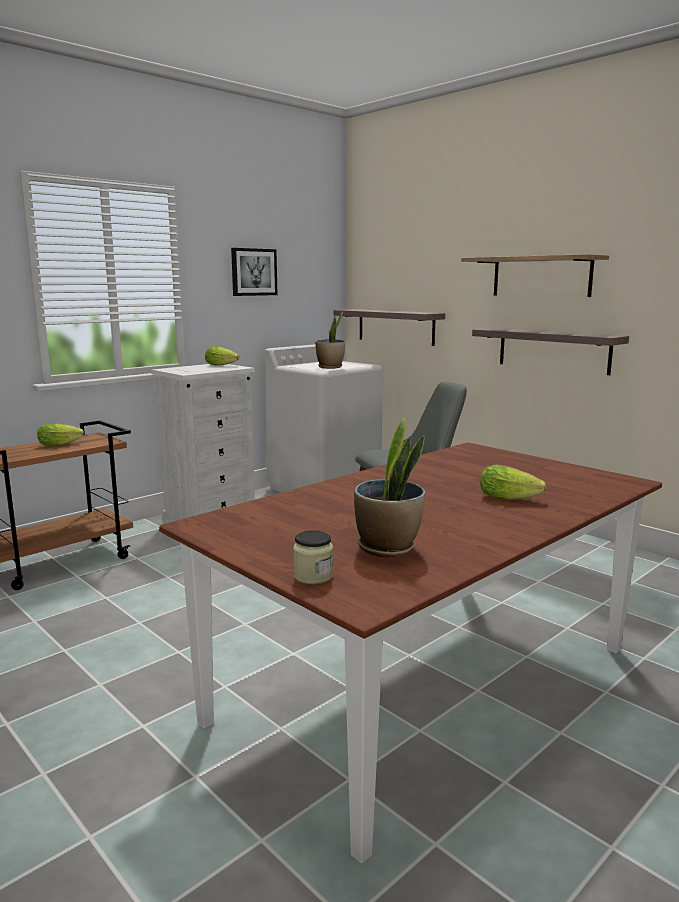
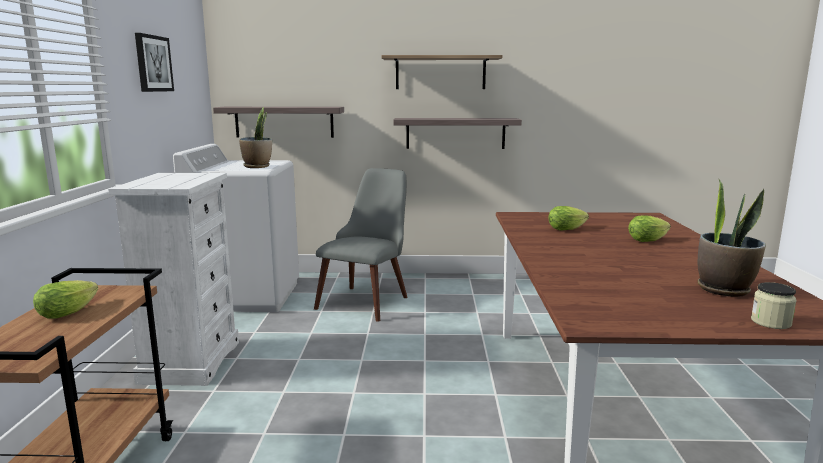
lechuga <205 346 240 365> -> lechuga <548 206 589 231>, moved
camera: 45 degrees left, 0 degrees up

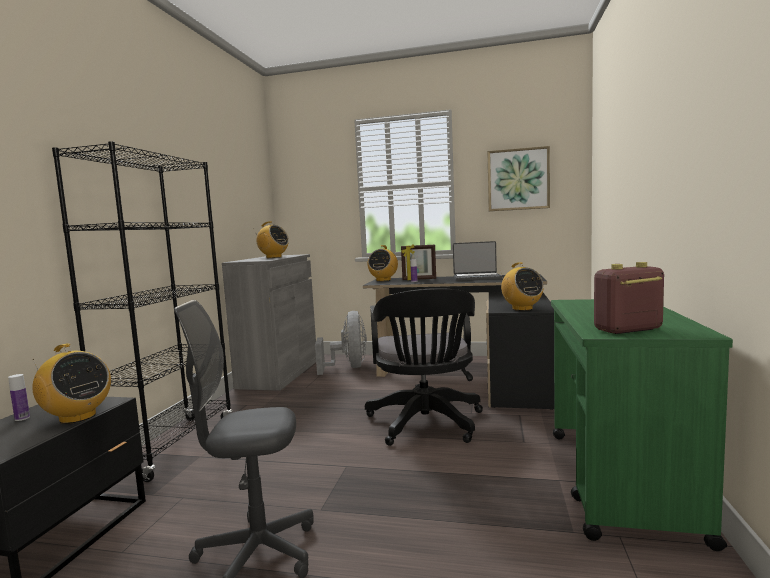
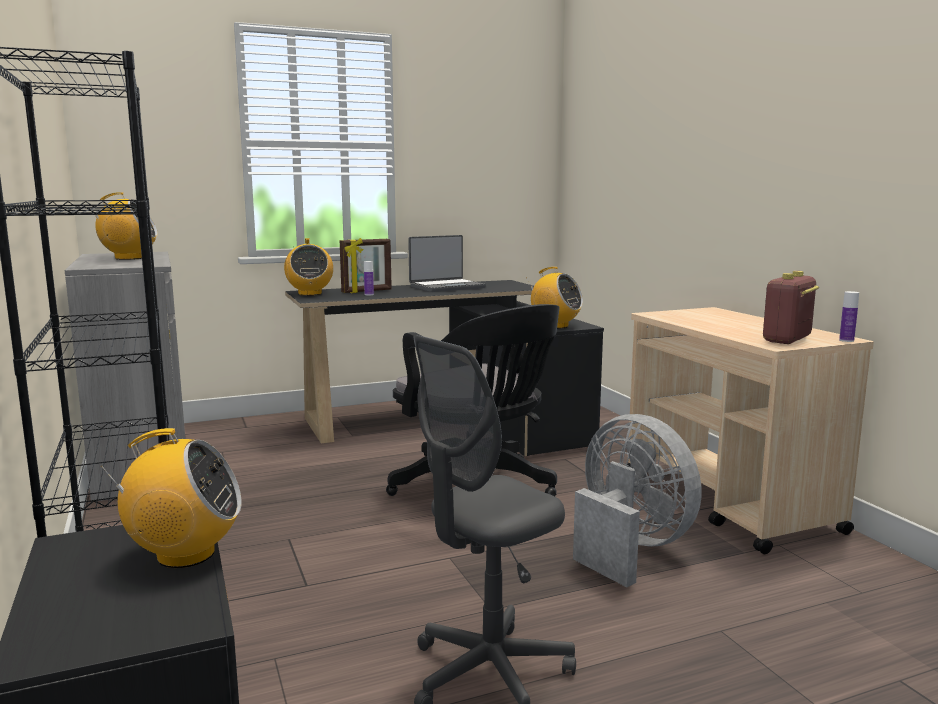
cuadro <487 146 550 211> -> none
botella <8 374 30 421> -> botella <839 291 859 342>, moved
ventilador (gris) <315 311 367 375> -> ventilador (gris) <573 414 702 587>, moved
carrito (verde) <551 299 733 551> -> carrito (beis) <627 307 874 554>
camera: 35 degrees left, 5 degrees up

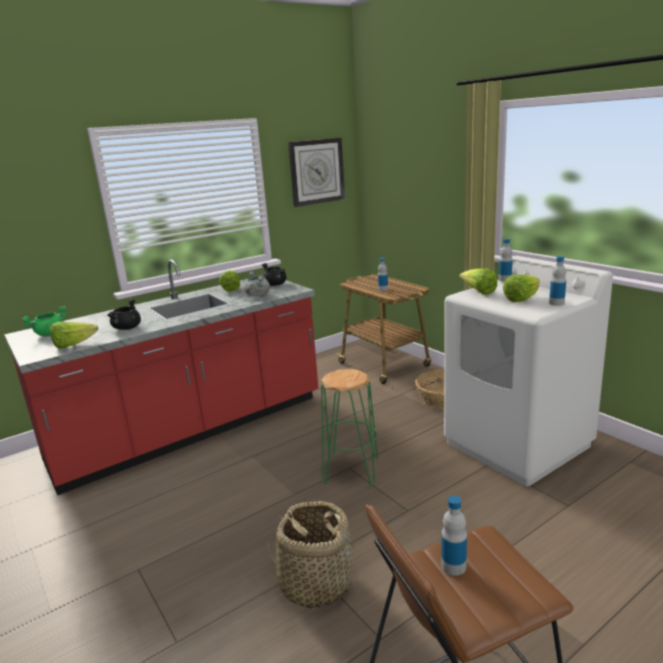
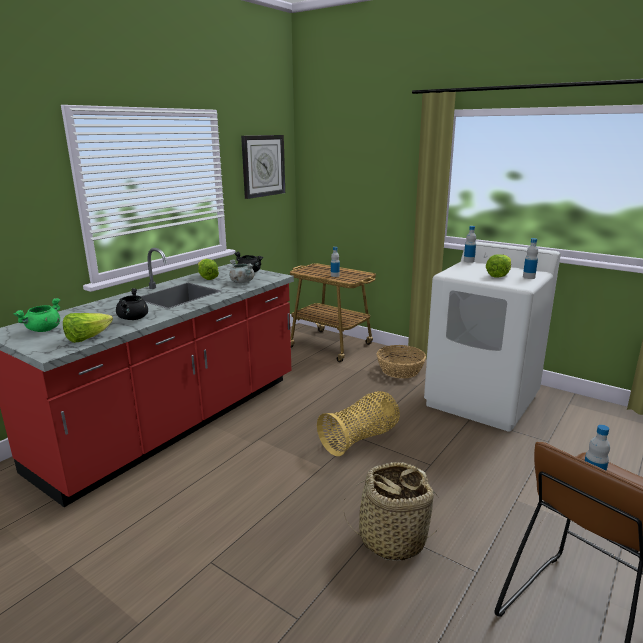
lechuga <459 268 497 295> -> none
taburete (verde) <321 369 378 486> -> cesta <317 391 400 456>
camera: 20 degrees left, 0 degrees up

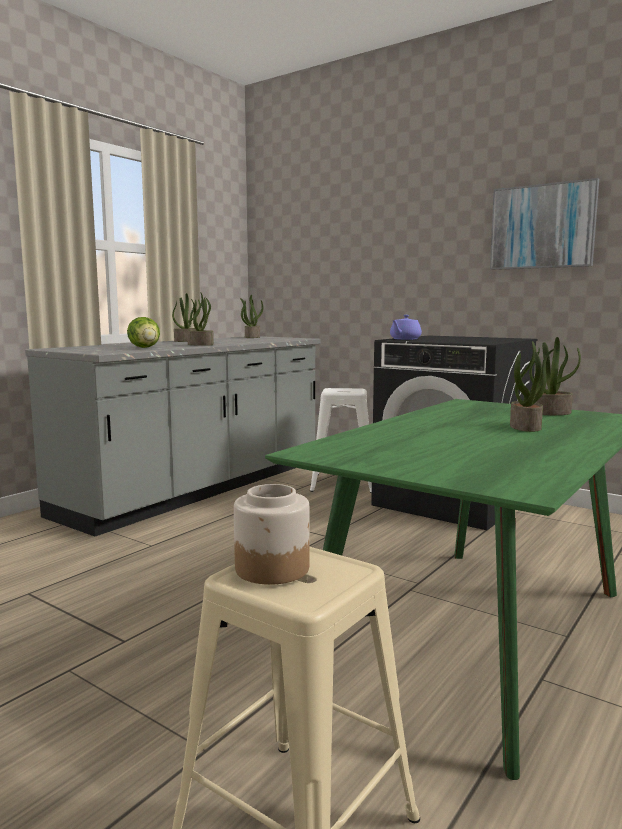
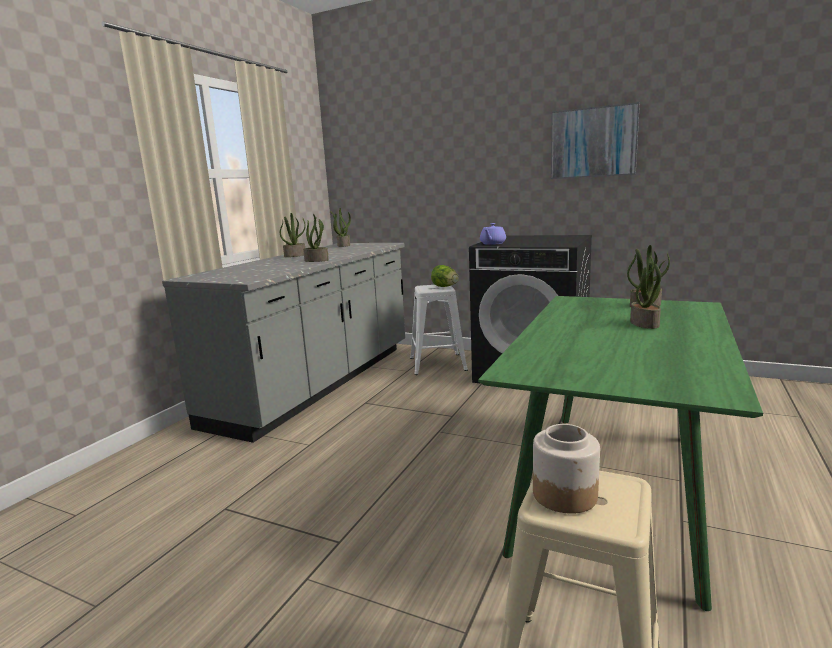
lechuga <127 317 160 348> -> lechuga <431 265 459 287>, moved
camera: 10 degrees left, 5 degrees up

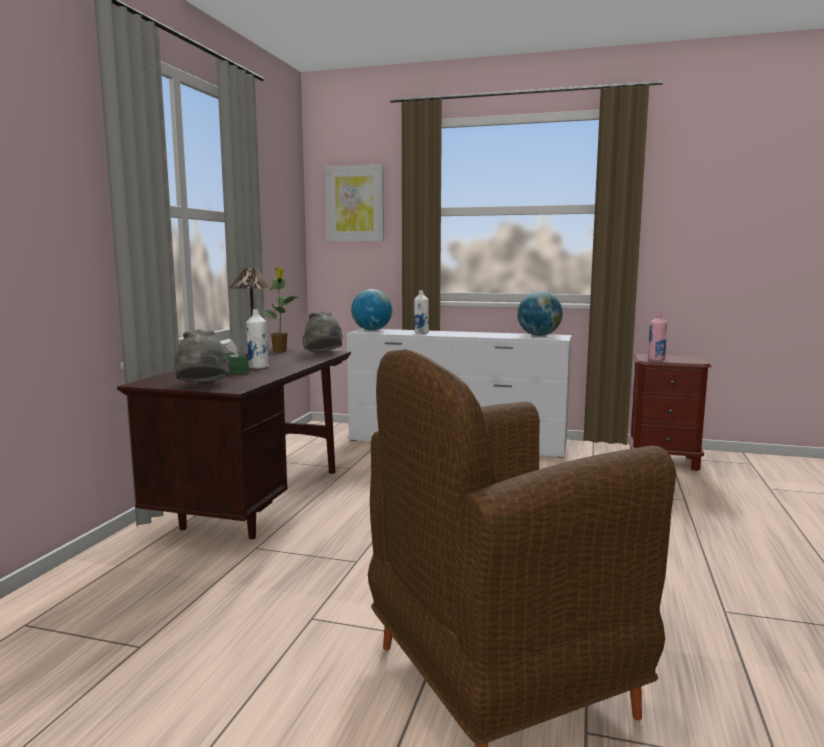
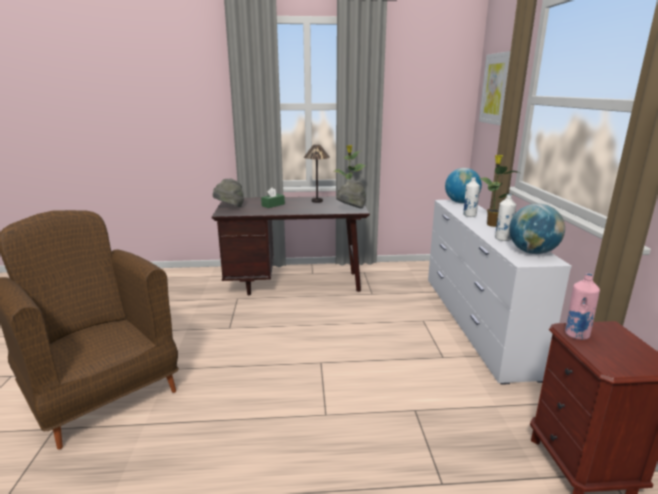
none -> planta en maceta <479 155 519 227>
botella (blanco) <246 309 269 369> -> botella (blanco) <495 194 516 241>, moved
camera: 70 degrees right, 10 degrees up

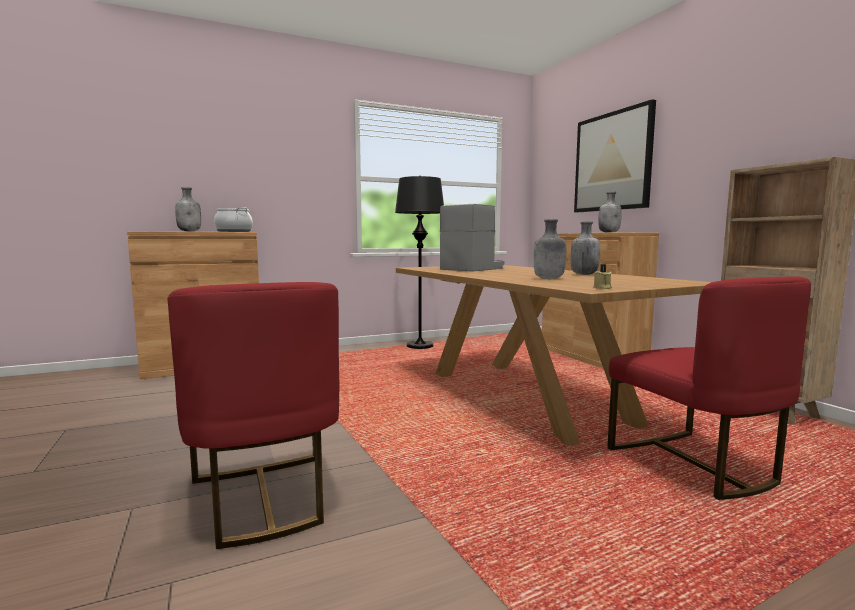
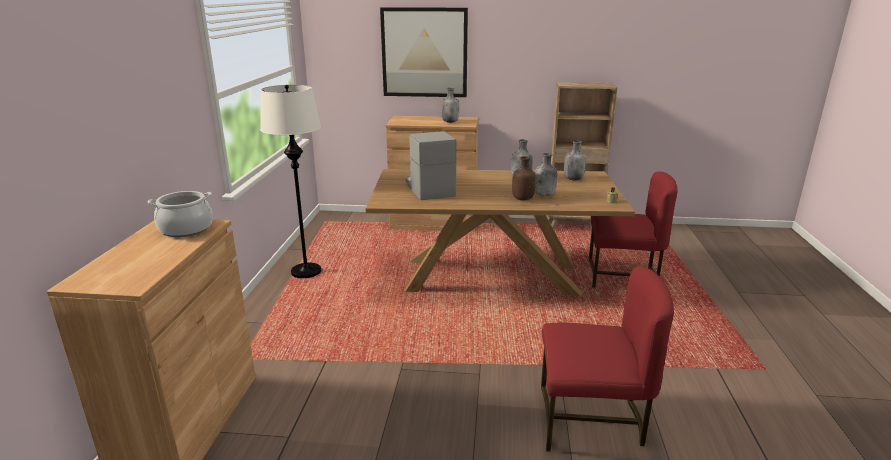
none -> botella (marrón) <512 156 536 201>
botella (gris) <175 187 201 231> -> botella (gris) <564 140 586 180>, moved
lámpara de pie (negro) <395 176 444 349> -> lámpara de pie (blanco) <260 85 321 278>
camera: 60 degrees left, 15 degrees up

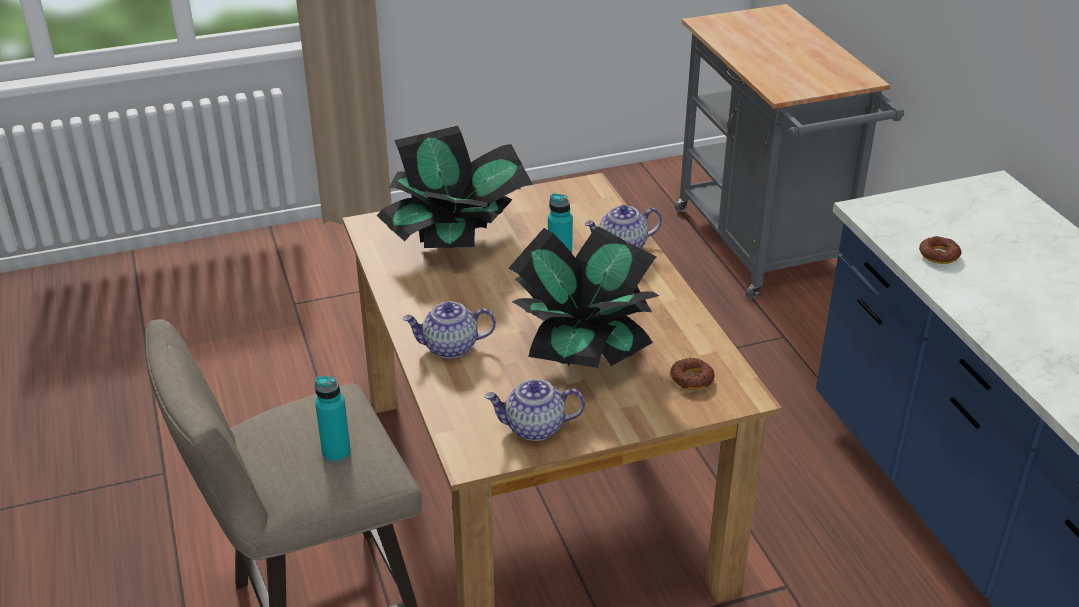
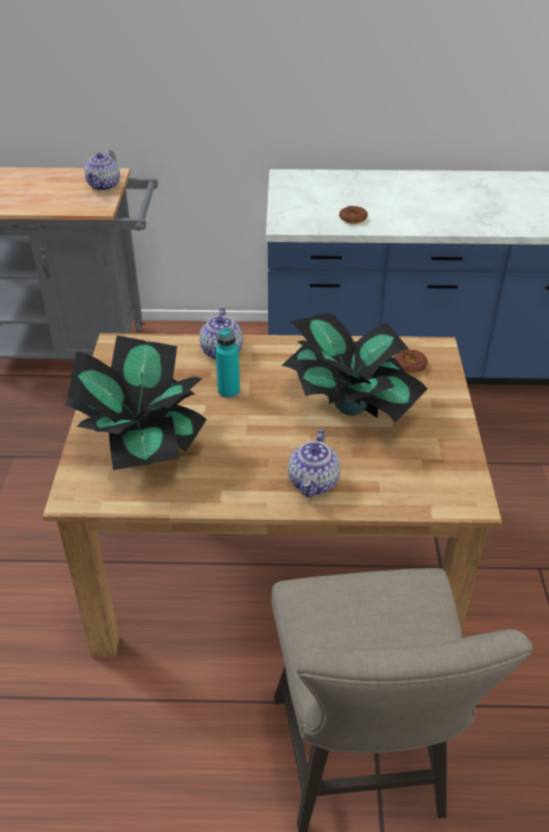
botella (turquesa) <315 376 351 463> -> none
tetera <484 379 585 441> -> tetera <84 150 120 191>, moved
camera: 70 degrees left, 5 degrees up

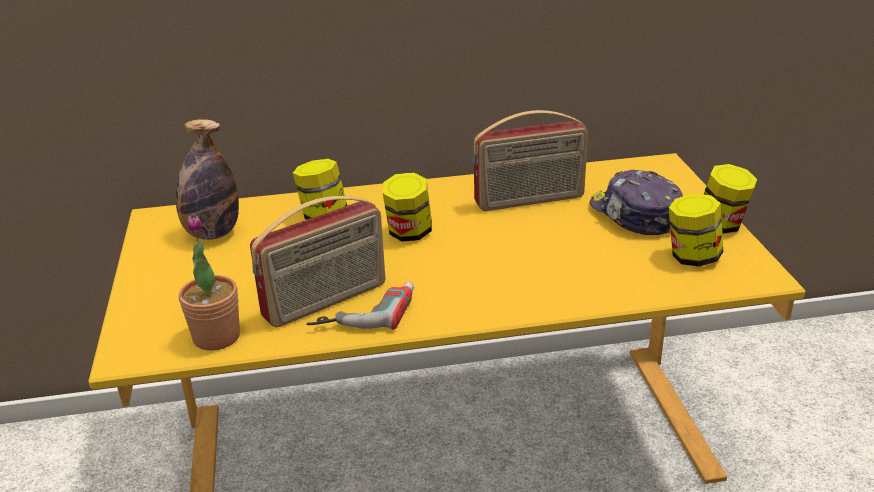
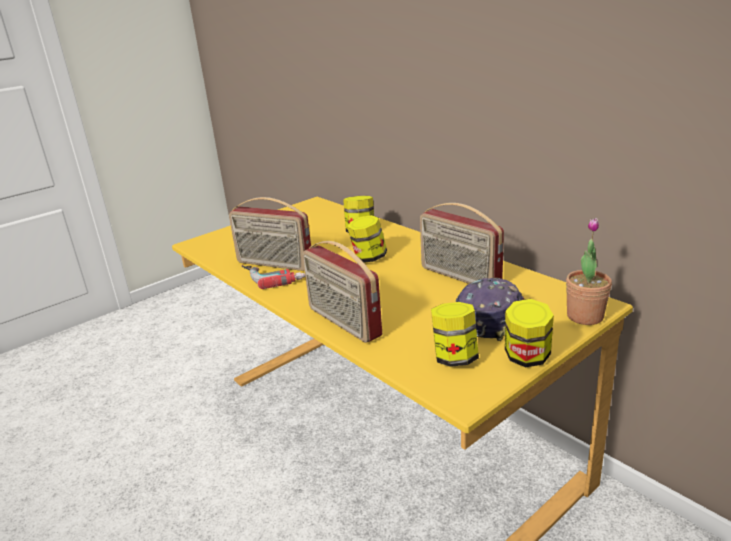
botella <176 119 239 240> -> none
none -> radio <302 241 382 343>
planta en maceta <179 213 240 351> -> planta en maceta <566 218 612 325>, moved
camera: 60 degrees right, 5 degrees down

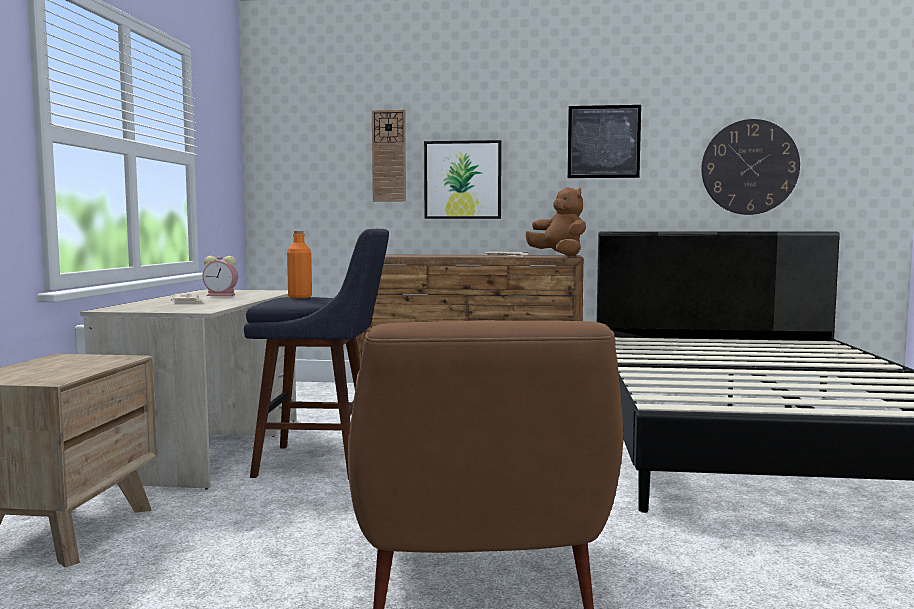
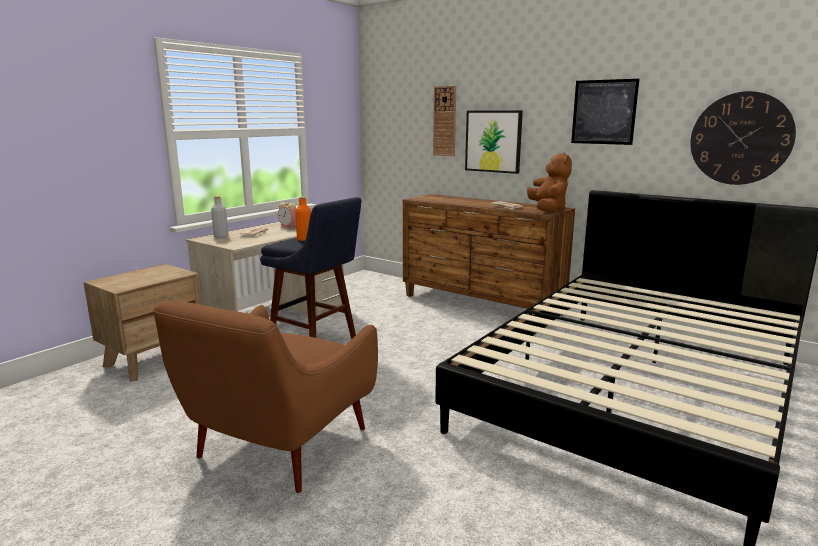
none -> botella (gris) <211 196 229 238>
camera: 30 degrees right, 10 degrees up

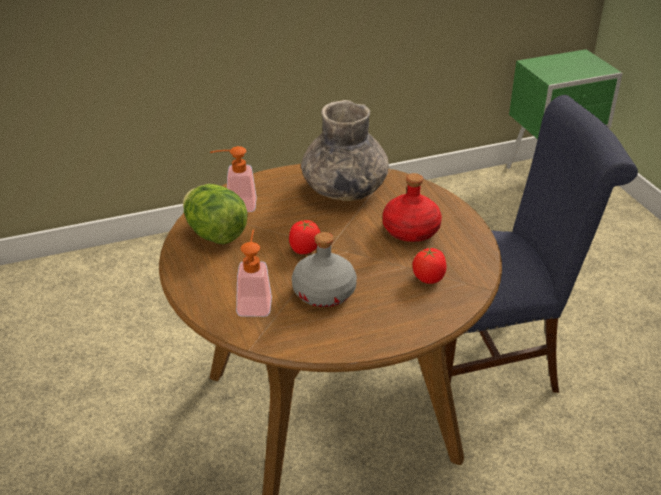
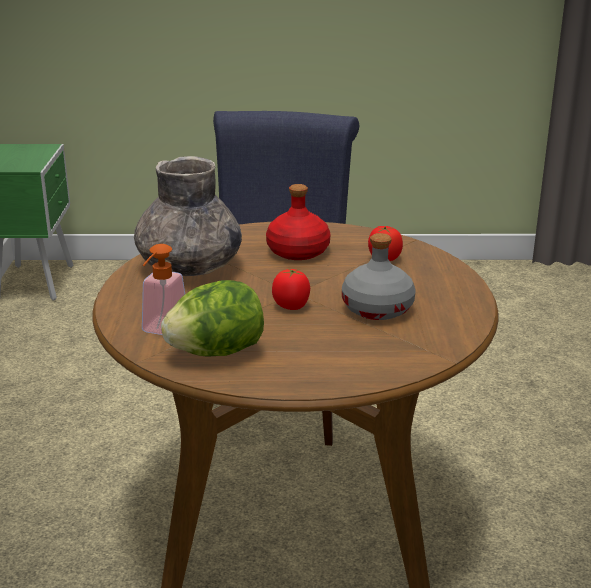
dispensador de jabón <236 230 272 317> -> none
camera: 70 degrees left, 10 degrees down

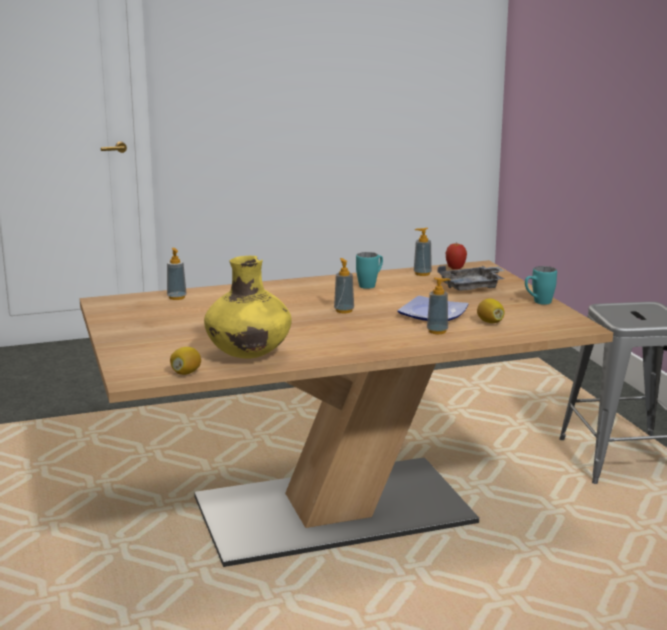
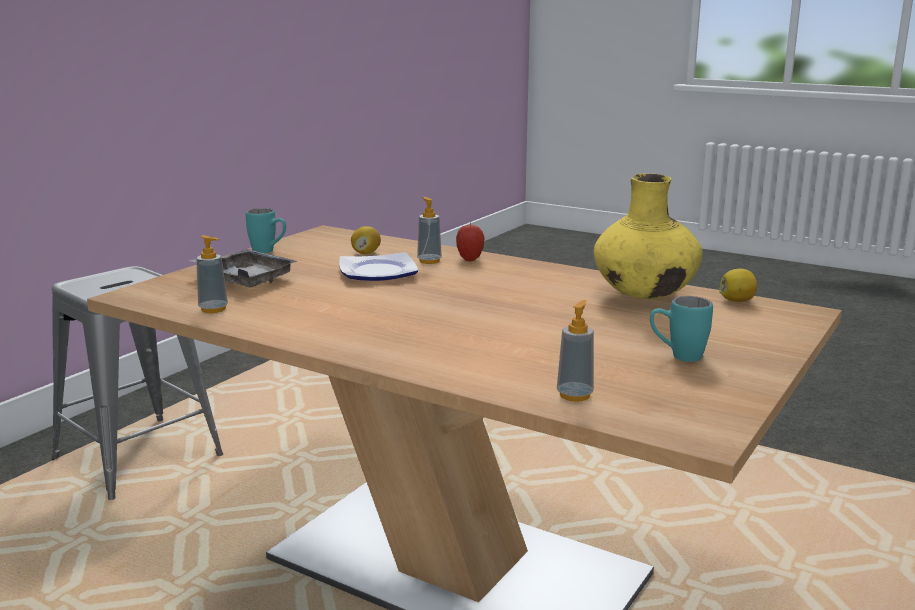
dispensador de jabón <334 258 354 313> -> none
taza grande (turquesa) <356 252 383 289> -> taza grande (turquesa) <650 296 713 362>, moved
manzana <446 242 467 270> -> manzana <456 225 485 261>, moved
camera: 130 degrees left, 0 degrees up

